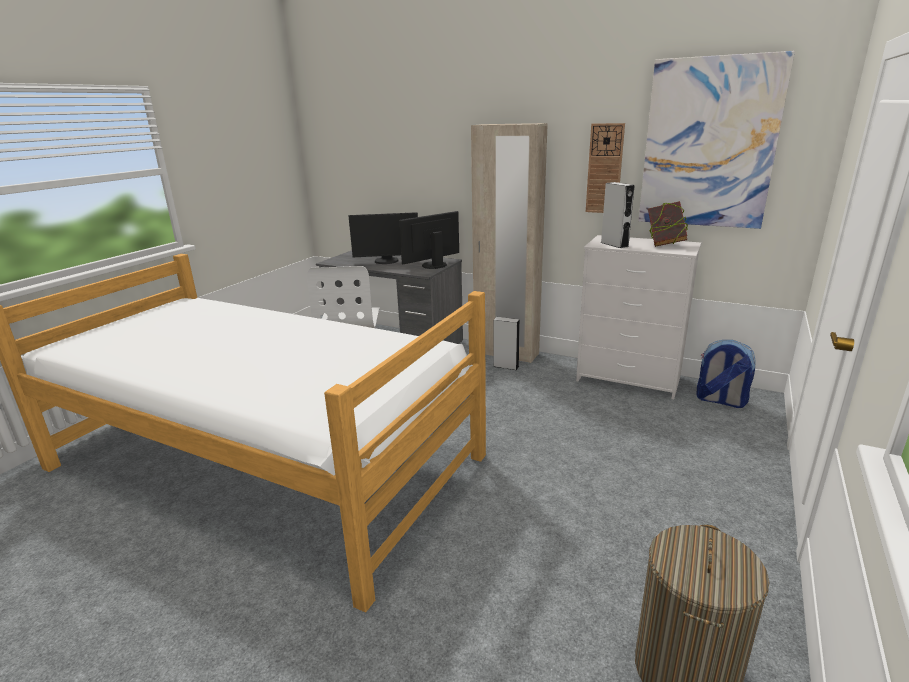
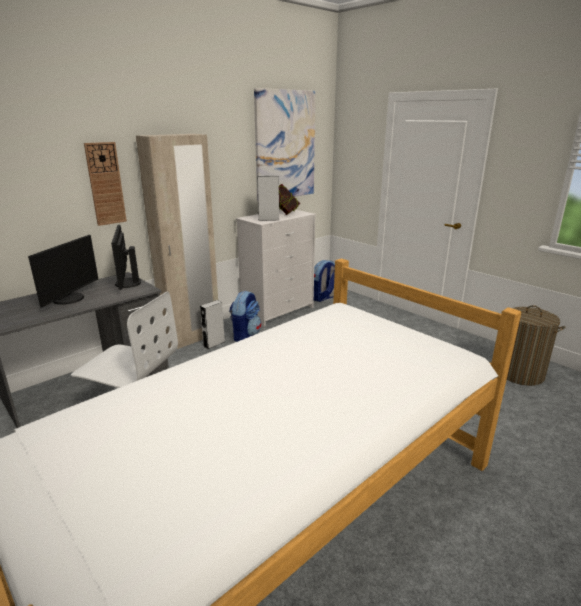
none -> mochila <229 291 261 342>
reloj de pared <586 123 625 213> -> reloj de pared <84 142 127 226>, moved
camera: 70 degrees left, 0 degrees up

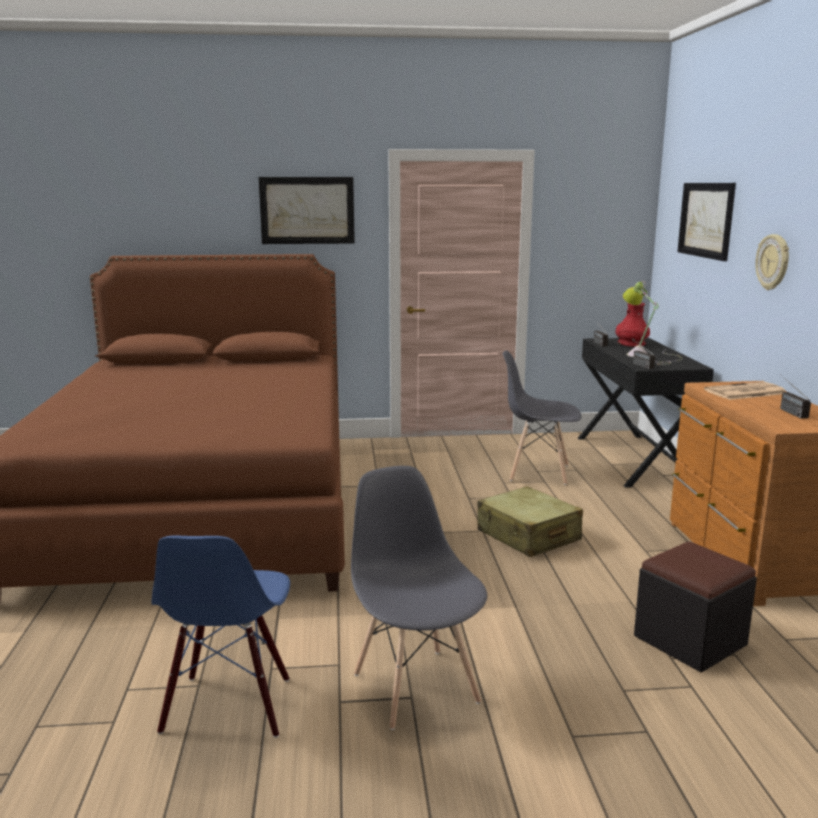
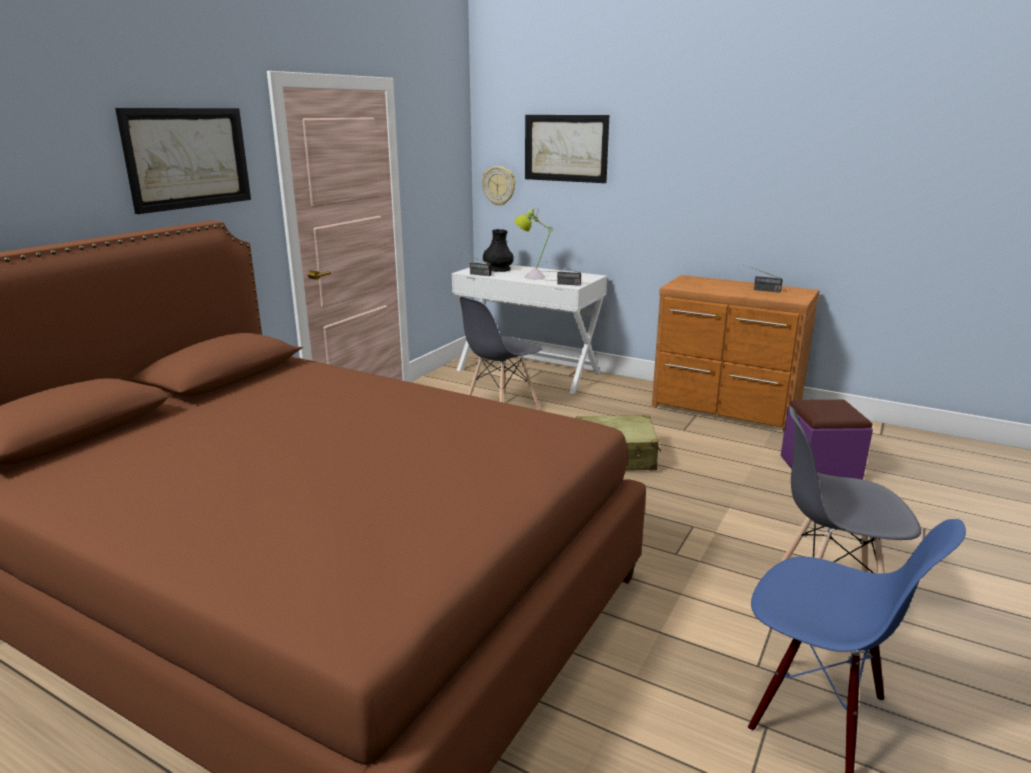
periódico <704 381 785 400> -> none
reloj de pared <755 234 789 290> -> reloj de pared <482 166 515 206>, moved
escritorio (negro) <578 338 714 488> -> escritorio (blanco) <452 263 607 394>
florero (rojo) <615 302 650 347> -> florero (negro) <483 229 514 272>
puf (negro) <634 542 757 672> -> puf (morado) <781 400 873 480>
camera: 55 degrees left, 5 degrees up

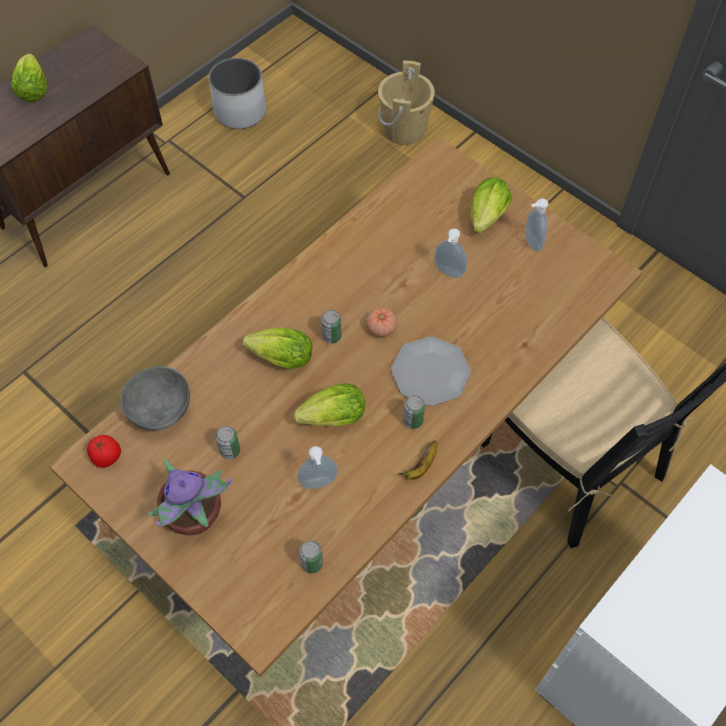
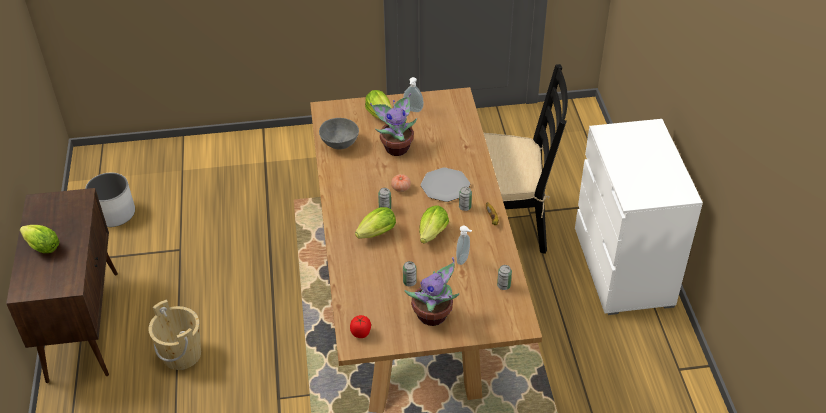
cuenco (gris) <120 366 190 431> -> cuenco (gris) <319 118 359 150>, moved
cubo (beis) <378 61 435 145> -> cubo (beis) <149 299 201 370>, moved
dispensador de jabón <434 229 467 278> -> planta en maceta <370 93 417 156>
camera: 50 degrees left, 15 degrees down

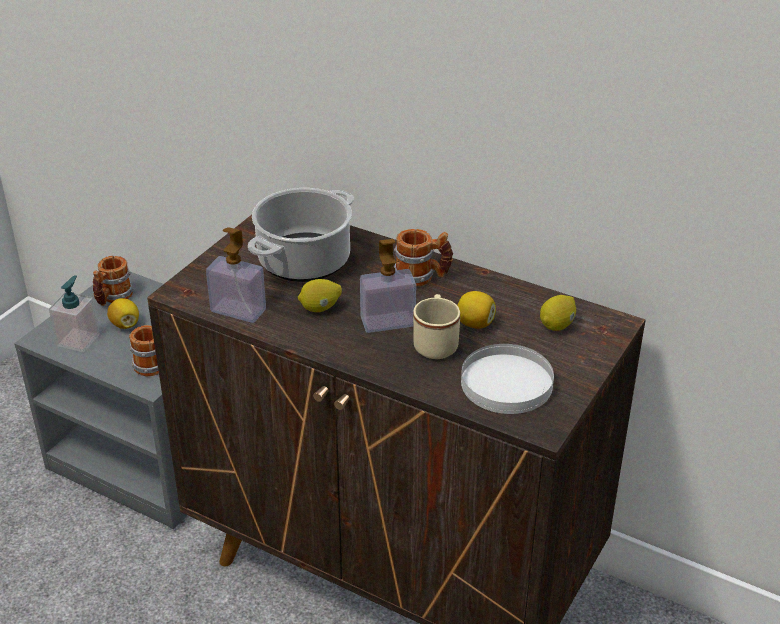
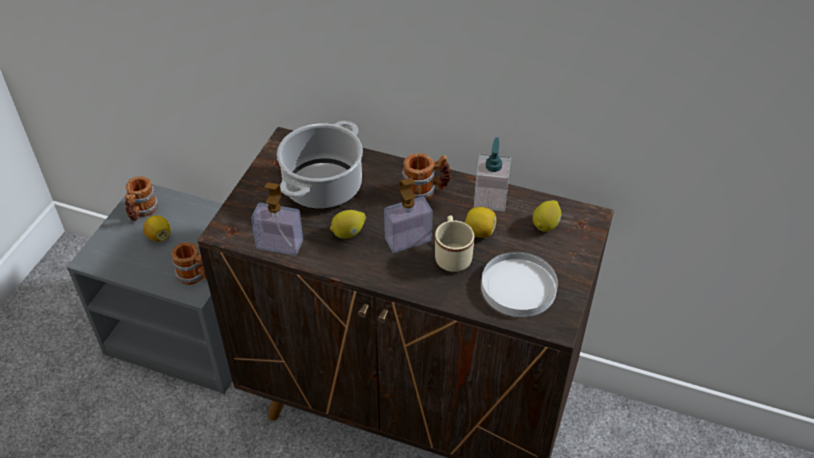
dispensador de jabón <49 275 100 352> -> dispensador de jabón <474 137 511 211>, moved
camera: 10 degrees left, 10 degrees up

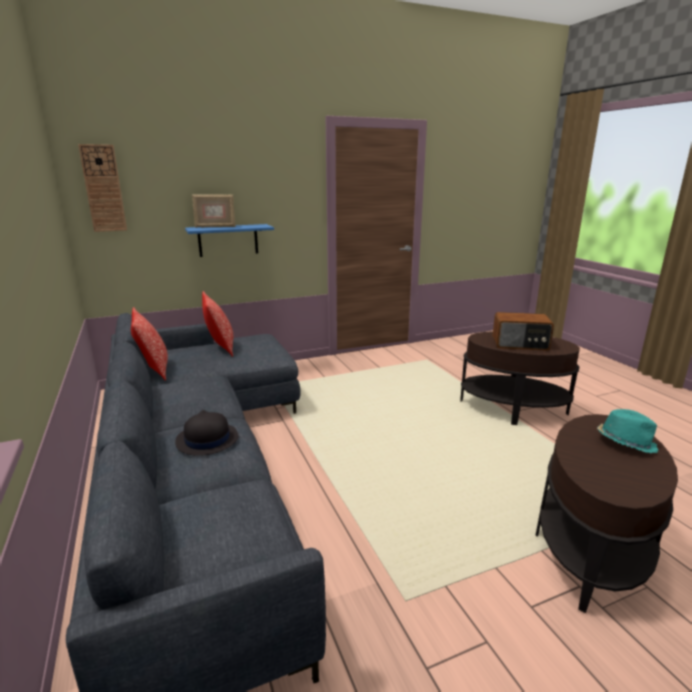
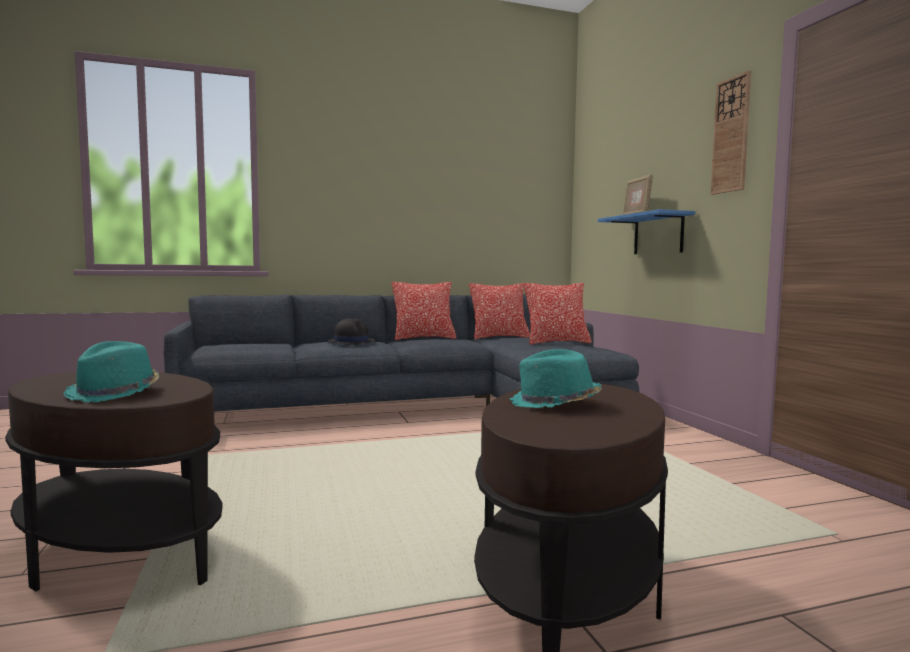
none -> cojín <392 282 456 340>
reloj de pared <78 144 127 232> -> reloj de pared <711 70 751 195>, moved
radio <492 312 554 351> -> sombrero (turquesa) <509 349 601 408>
camera: 95 degrees right, 15 degrees down

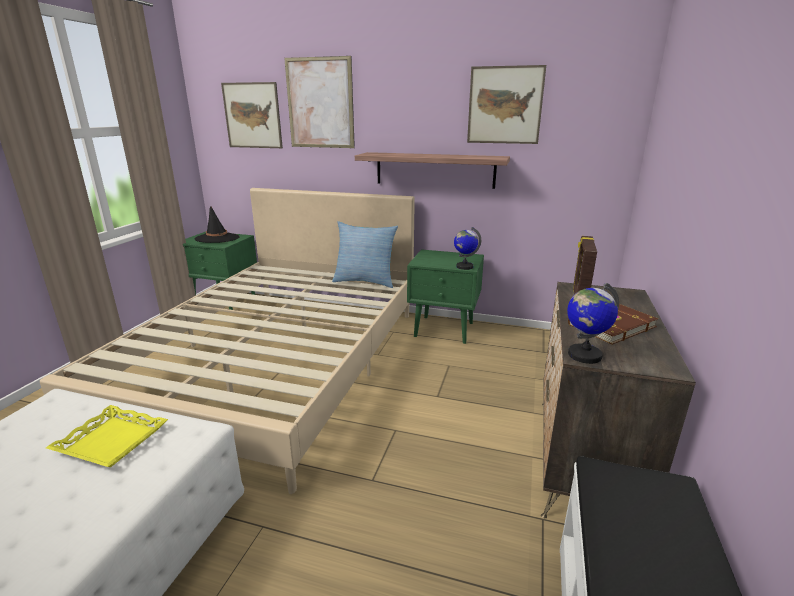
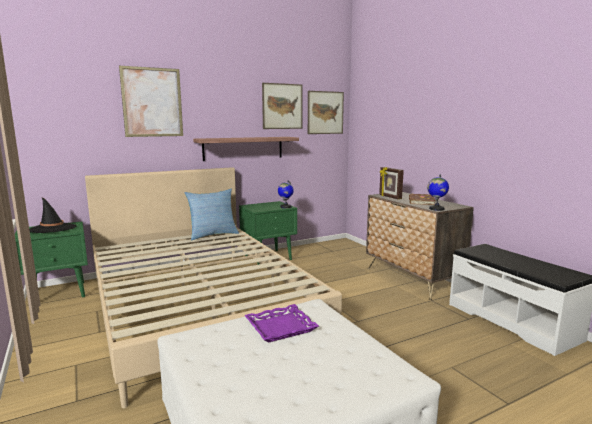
cuadro <221 82 283 148> -> cuadro <308 91 344 134>, moved
bandeja (amarillo) <46 405 168 467> -> bandeja (morado) <244 304 319 343>
camera: 45 degrees left, 10 degrees down

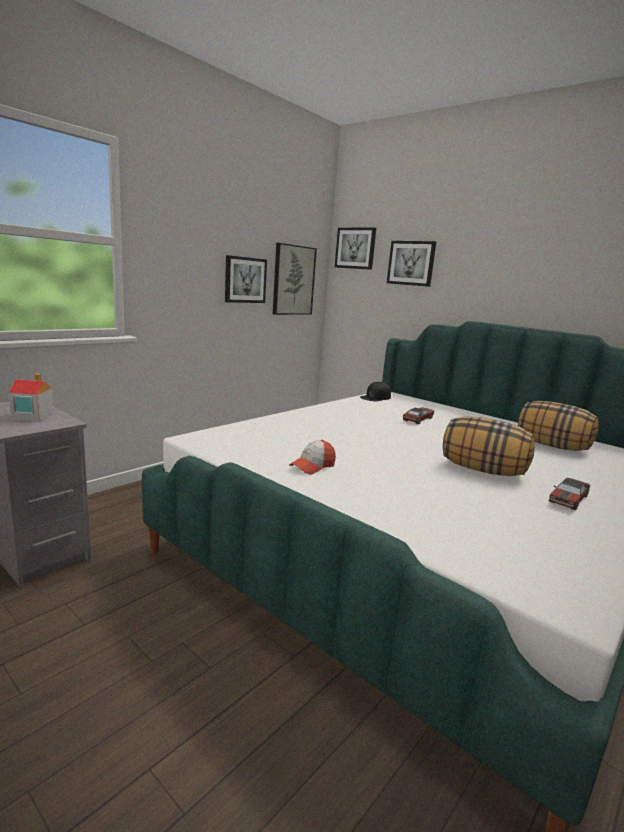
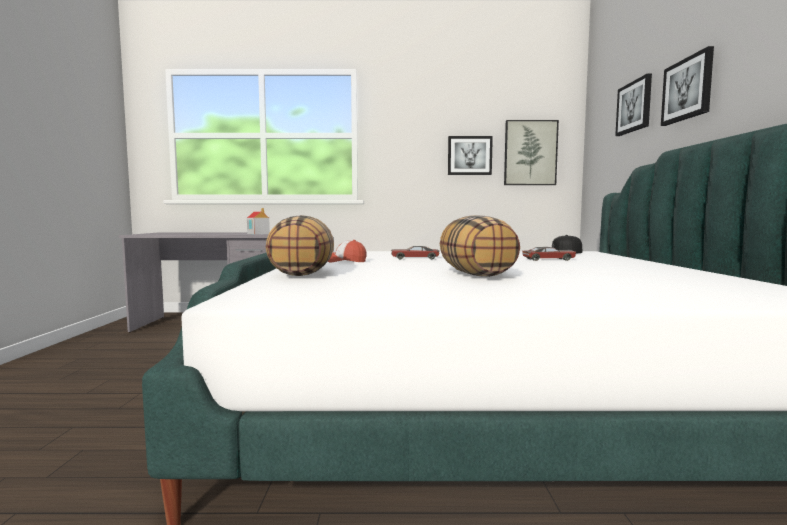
cuadro <335 227 376 270> -> cuadro <661 46 714 126>, moved
cojín <518 401 599 451> -> cojín <266 215 334 276>, moved
coche de juguete <549 478 590 510> -> coche de juguete <391 246 440 259>, moved
camera: 50 degrees right, 10 degrees down

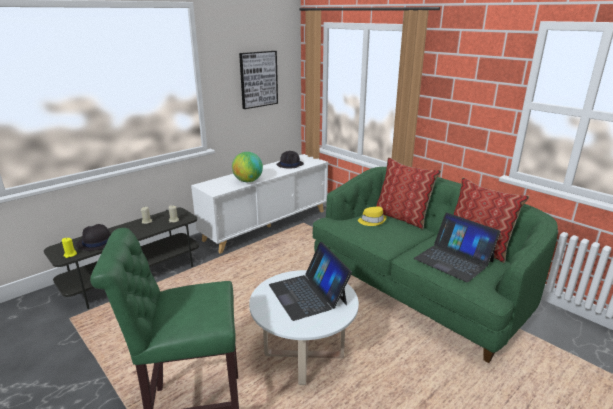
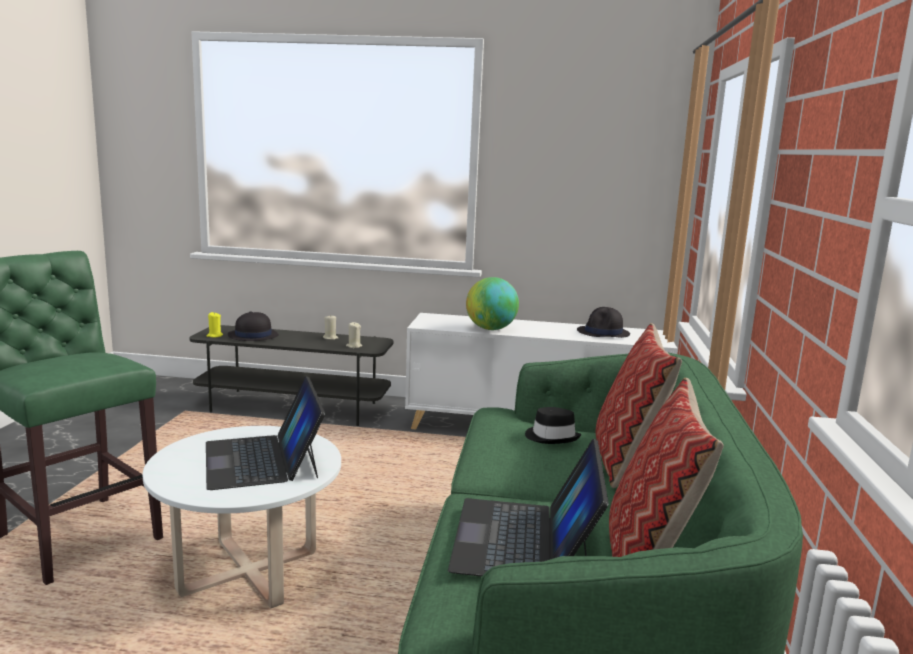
cuadro <239 51 278 109> -> none
sombrero (amarillo) <358 207 386 226> -> sombrero (negro) <525 407 581 444>
portátil <269 242 352 321> -> portátil <206 376 325 490>, 45 degrees counterclockwise
camera: 50 degrees right, 10 degrees down

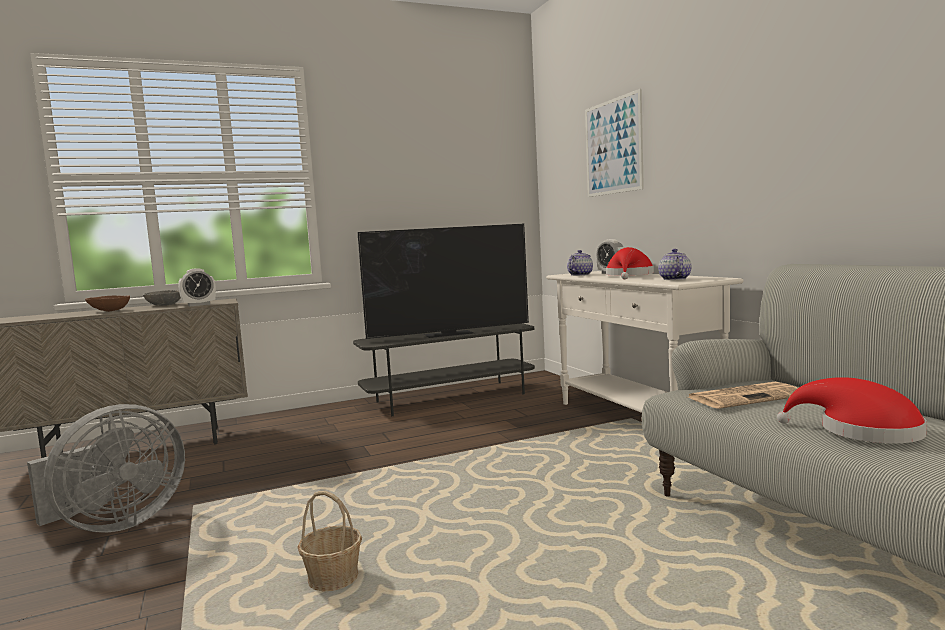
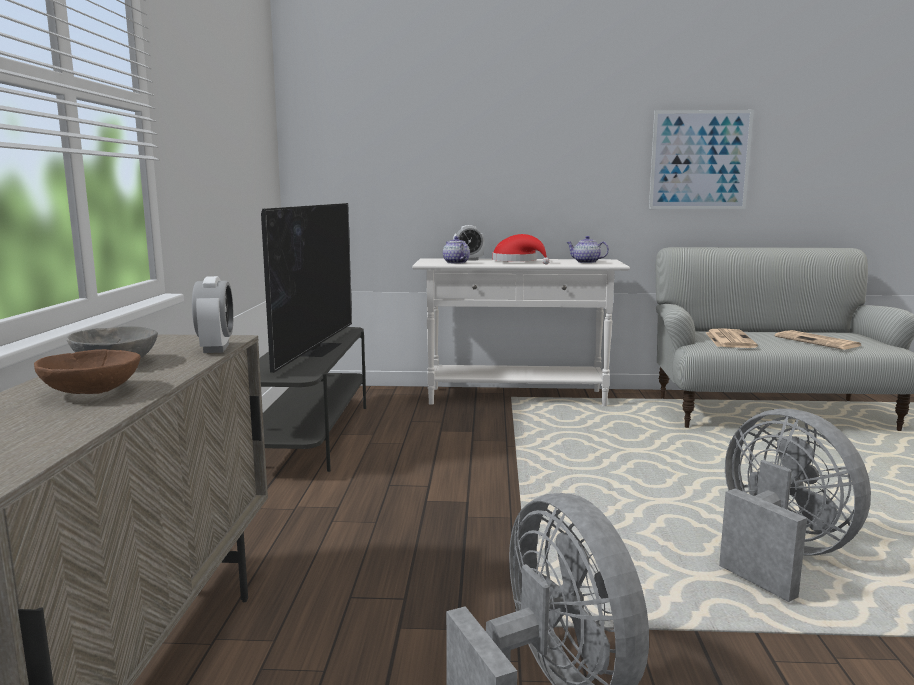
cuadro <585 89 644 197> -> cuadro <649 110 754 209>, moved
cesta <297 491 362 592> -> ventilador (gris) <719 409 871 602>
sombrero (rojo) <777 377 927 443> -> periódico <775 330 861 350>
camera: 65 degrees left, 5 degrees up

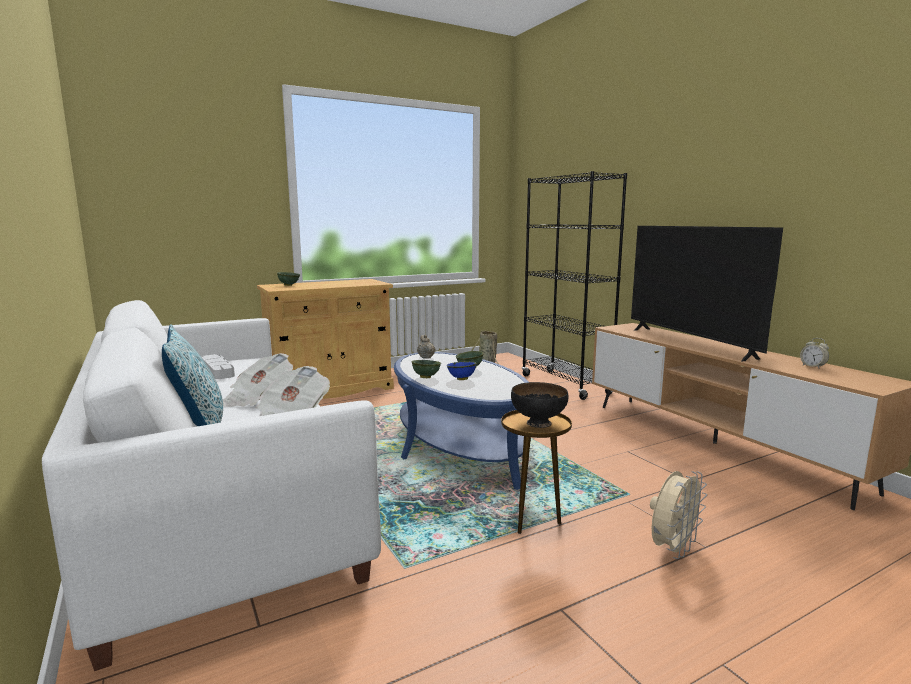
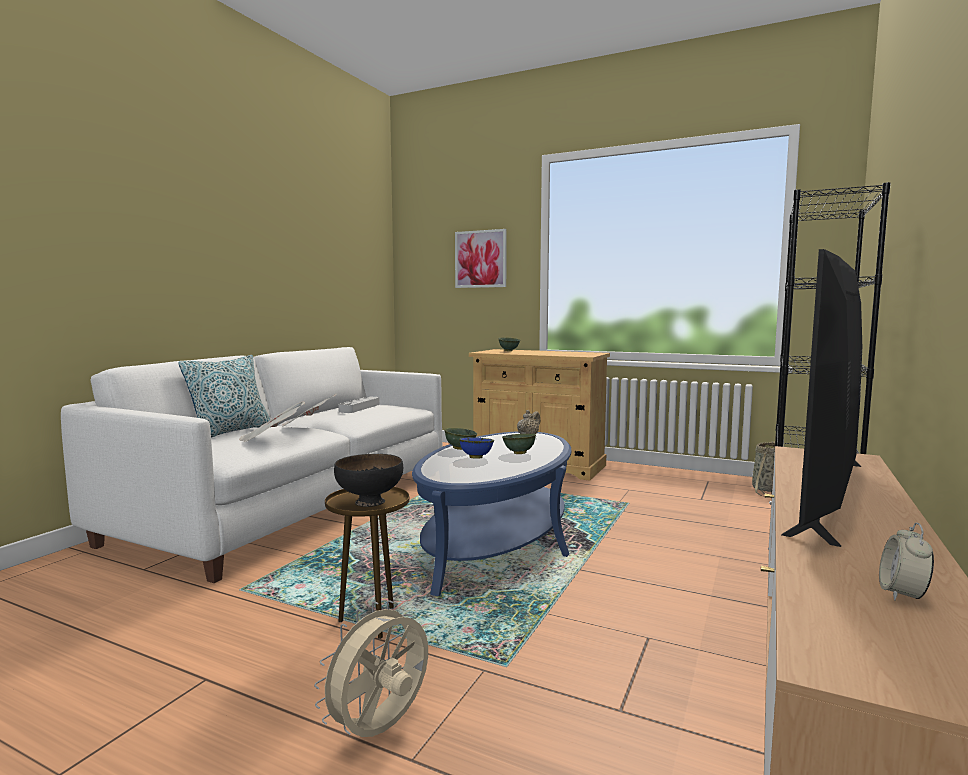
none -> cuadro <455 229 507 288>
ventilador (beis) <650 471 707 559> -> ventilador (beis) <314 600 428 737>, 120 degrees clockwise
camera: 55 degrees right, 5 degrees down

